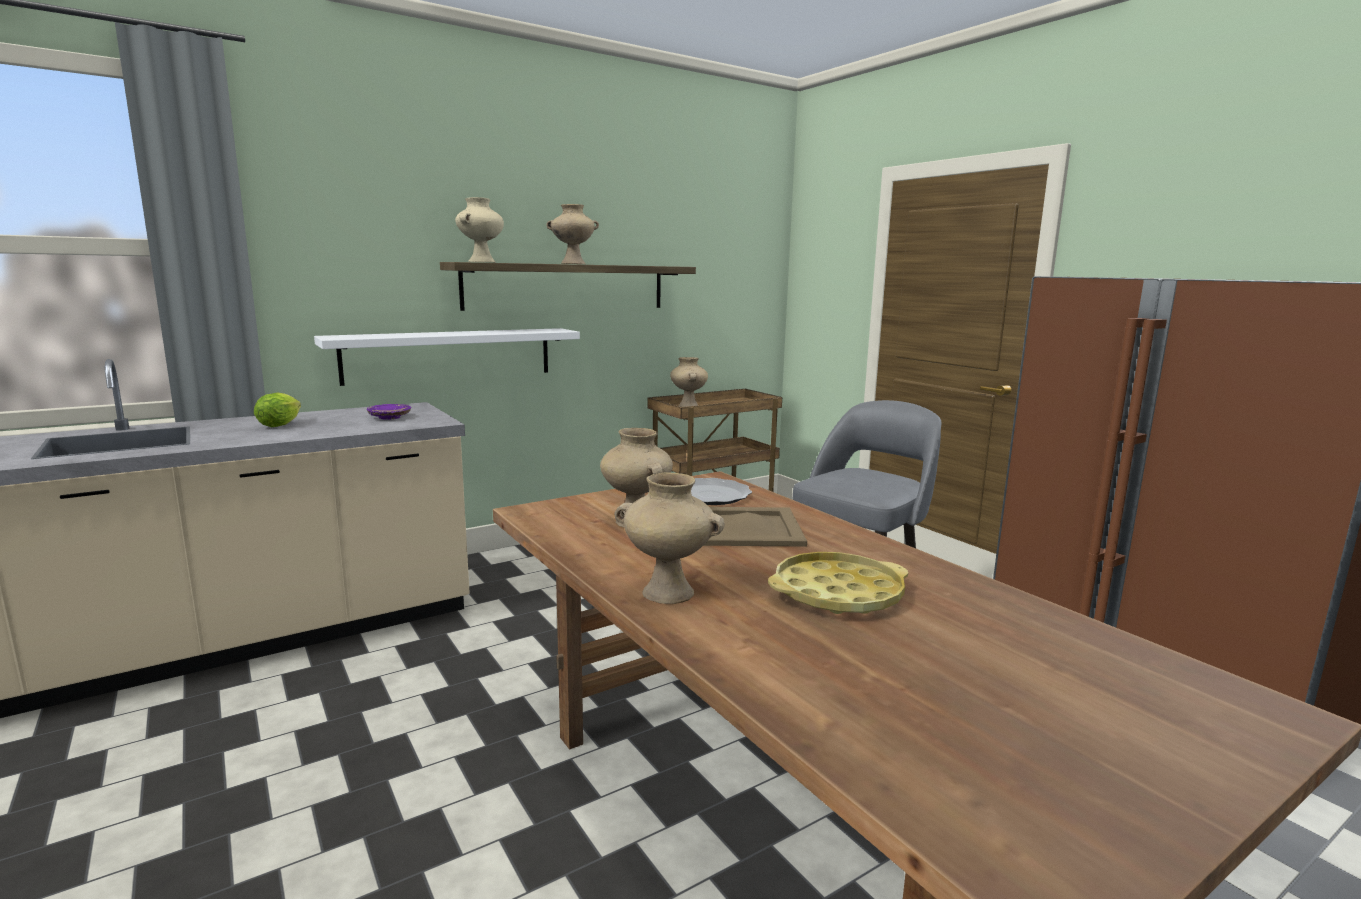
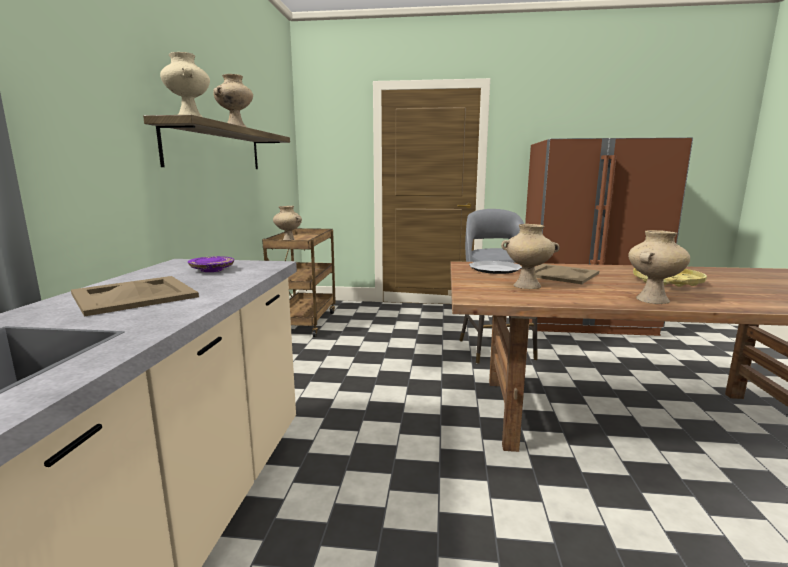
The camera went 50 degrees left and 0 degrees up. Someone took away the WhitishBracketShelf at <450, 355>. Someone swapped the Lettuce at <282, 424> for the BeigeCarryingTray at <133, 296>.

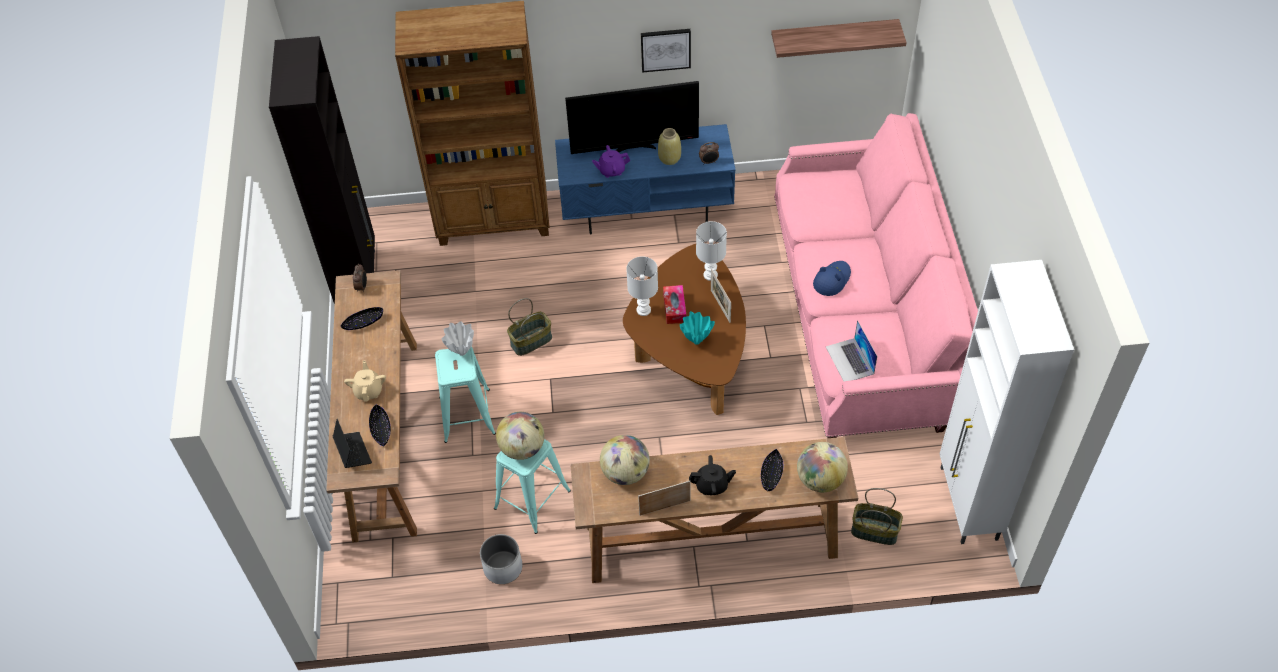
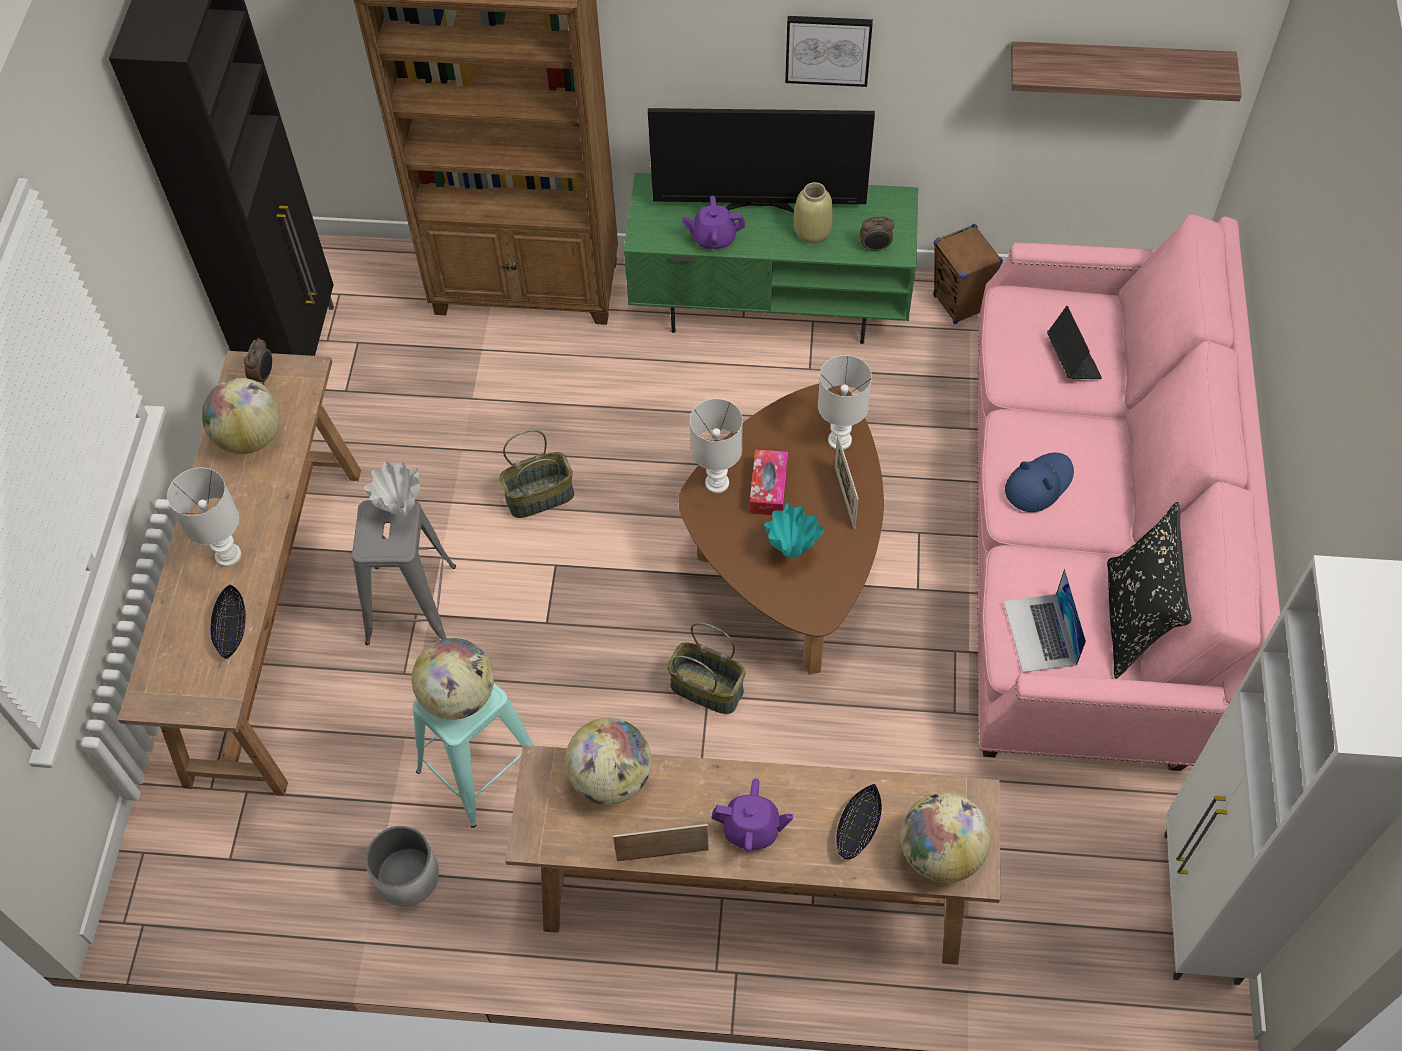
The camera went 10 degrees right and 5 degrees up. Someone repainted the BlueColouredTvStand at <647, 208>, which became the GreenTvStand at <771, 303>. Someone swapped the BlackServingBowl at <363, 322> for the Globe at <250, 437>. Someone repainted the TurquoiseColouredStool at <467, 415>, which became the GreyishStool at <411, 604>. Someone swapped the BeigeTeaPot at <368, 390> for the WhitishLampForATable at <229, 556>. Someone carried the NotebookComputer from <353, 452> to <1072, 359>. Someone repainted the BlackTeaPot at <712, 485>, which became the PurplishTeaPot at <751, 829>. Someone carried the StorageBasket from <875, 530> to <708, 688>. Someone put down the BrownAudioSpeaker at <960, 304>. Someone put down the BlackCushion at <1134, 620>.

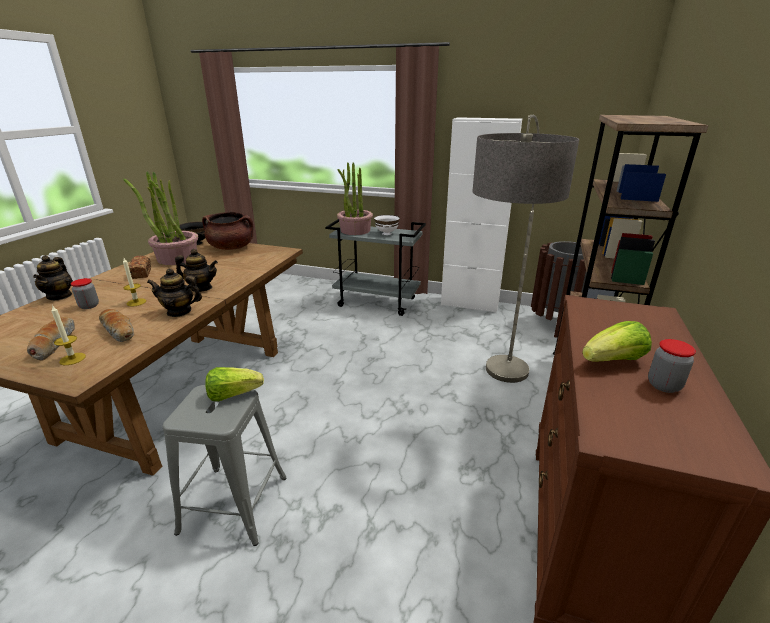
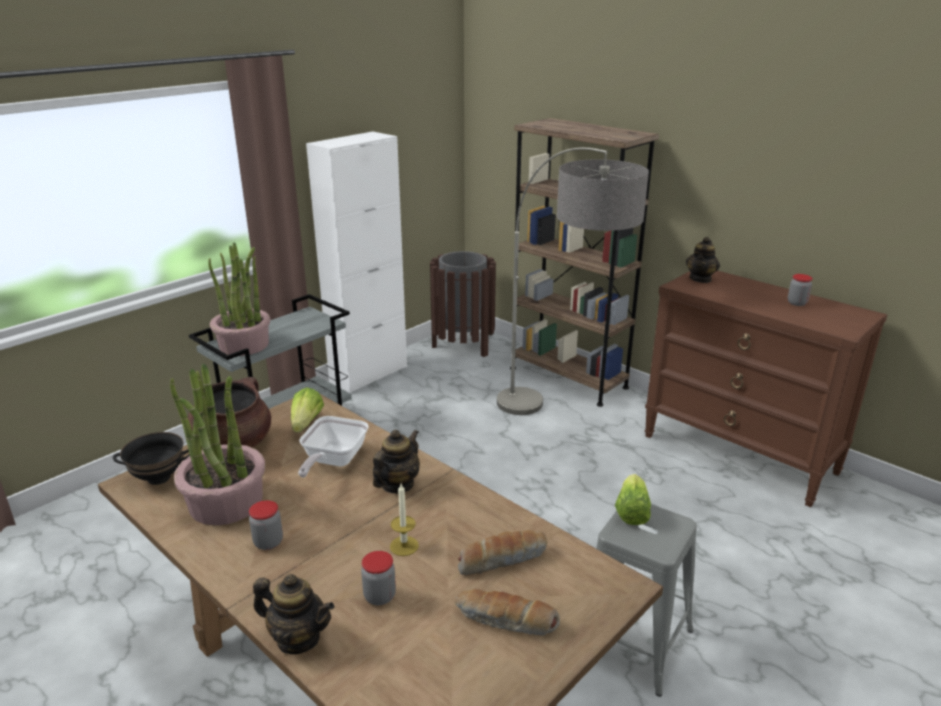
The camera went 65 degrees left and 0 degrees up. Someone took away the WhitishServingBowl at <387, 233>. Someone swapped the BakedBread at <141, 273> for the Jar at <268, 542>. Someone carried the TeaPot from <179, 311> to <700, 279>. Someone took away the Candle at <72, 359>. Someone carried the Lettuce from <613, 361> to <306, 423>. Someone put down the Skillet at <332, 461>.

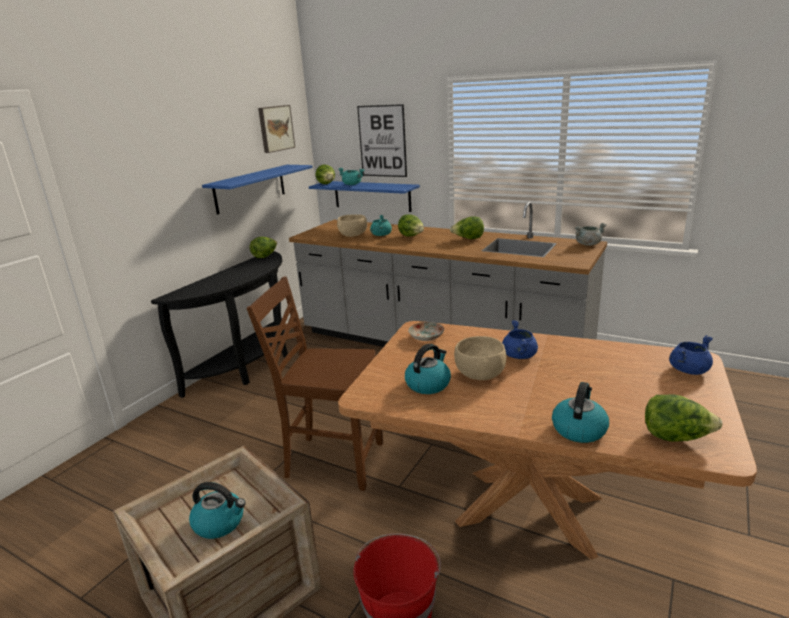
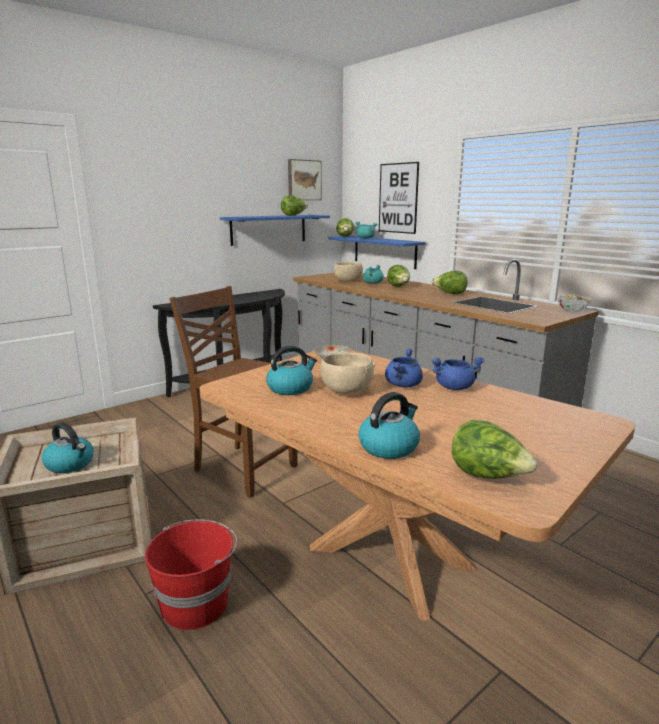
The camera went 20 degrees right and 5 degrees down. Someone swapped the GreyishSaucepot at <588, 244> for the ServingBowl at <572, 310>. Someone carried the Lettuce from <265, 256> to <294, 215>. Someone carried the BlueColouredSaucepot from <688, 370> to <454, 387>.

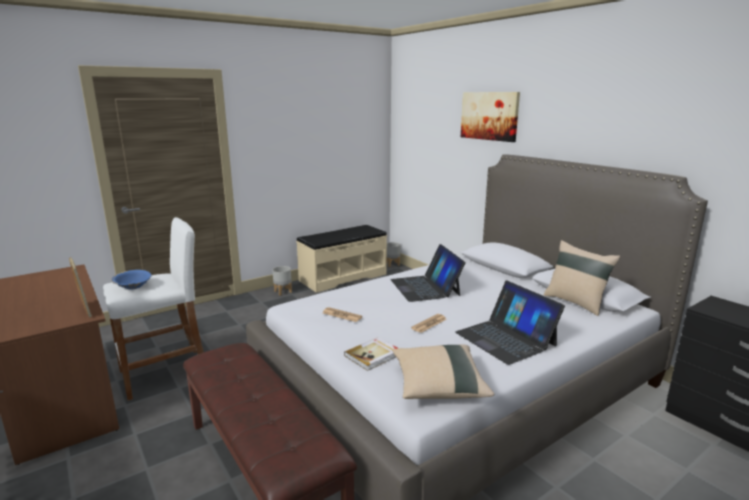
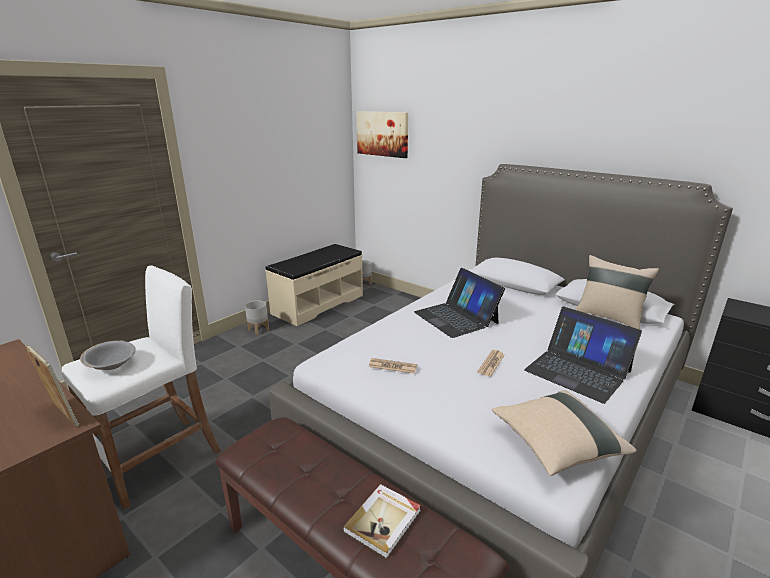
The camera went 15 degrees left and 5 degrees up. Someone carried the Picture from <489, 116> to <382, 134>. Someone repainted the BlueColouredServingBowl at <133, 287>, which became the GreyishServingBowl at <111, 365>. Someone carried the Volume from <373, 355> to <384, 521>.

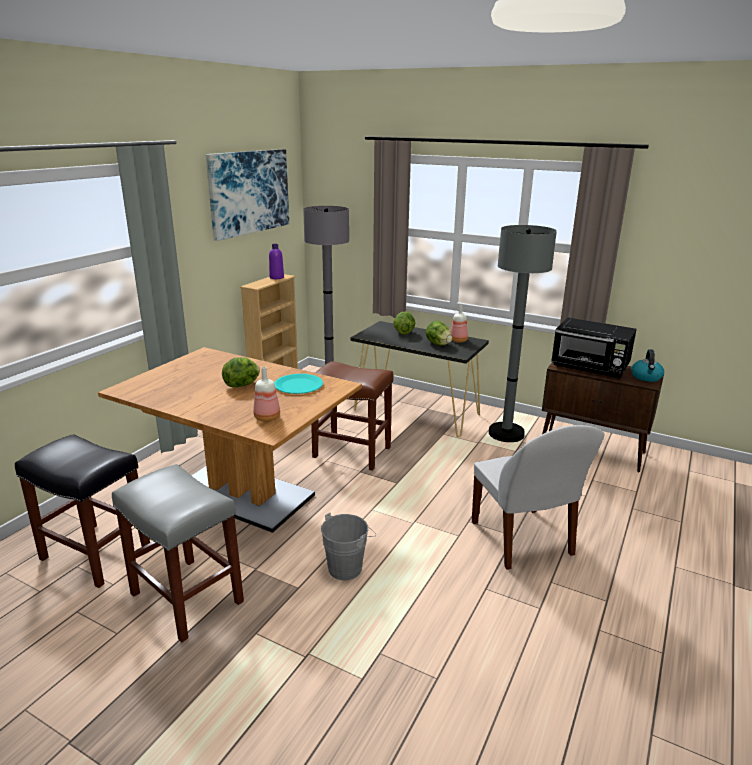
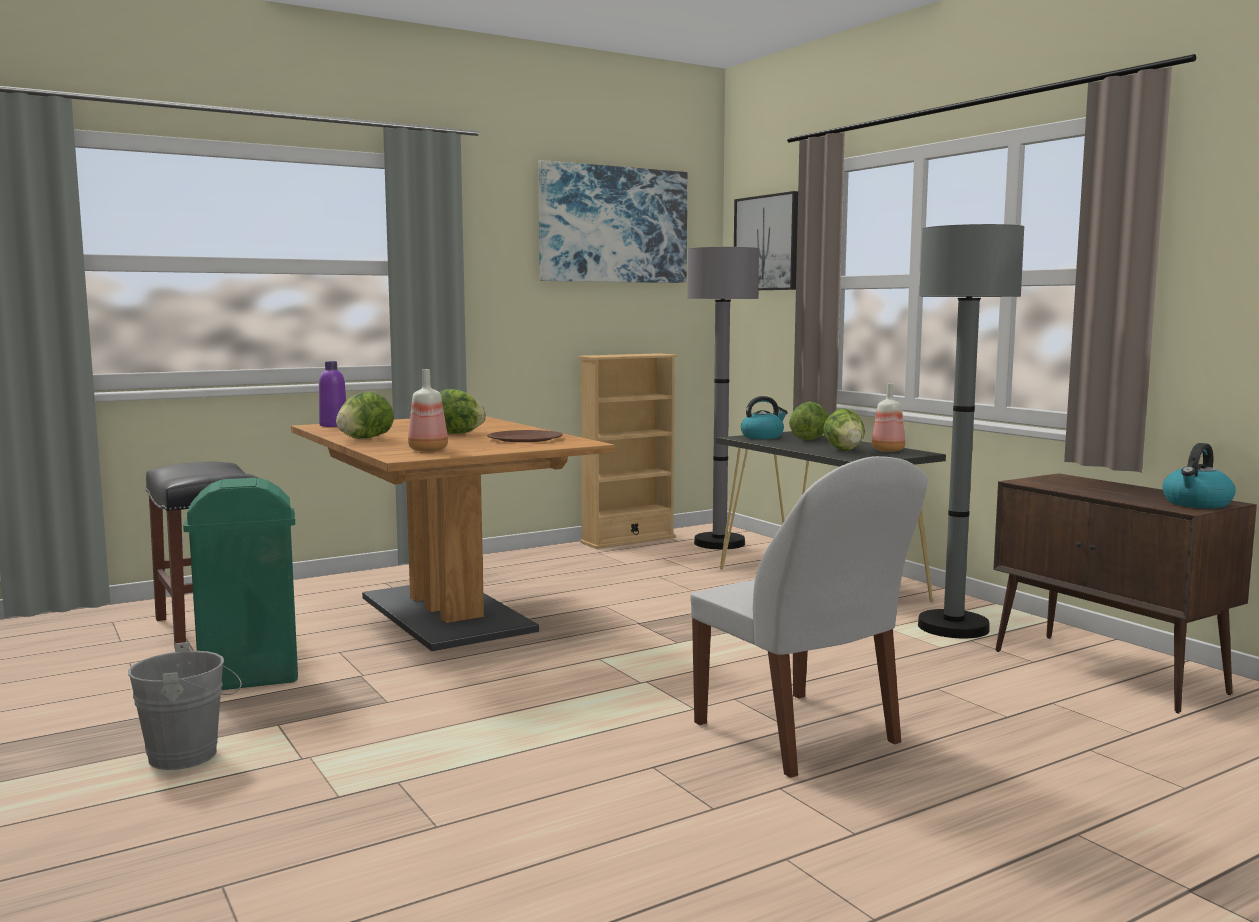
The camera went 30 degrees right and 15 degrees down. Someone carried the PurplishBottle from <276, 277> to <333, 425>. Someone took away the BlackMicrowaveOven at <590, 368>. Someone took away the BrownStool at <353, 452>. Someone repainted the TurquoiseColouredFlatDish at <298, 385>, which became the BrownFlatDish at <525, 438>. Someone rotated the WhitishUprightChair at <522, 540> by 45 degrees counterclockwise. Someone swapped the GreyishStool at <185, 597> for the GreenWasteBin at <248, 678>. Someone carried the GreyishWaterBucket from <348, 567> to <191, 755>. Someone put up the Picture at <767, 243>. Someone put down the Lettuce at <364, 438>. Someone put down the Kettle at <762, 437>.

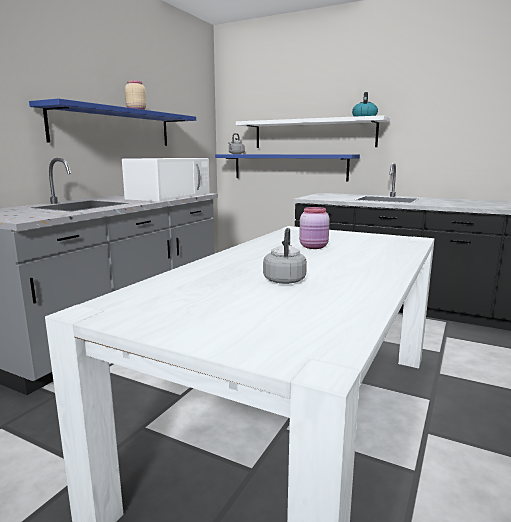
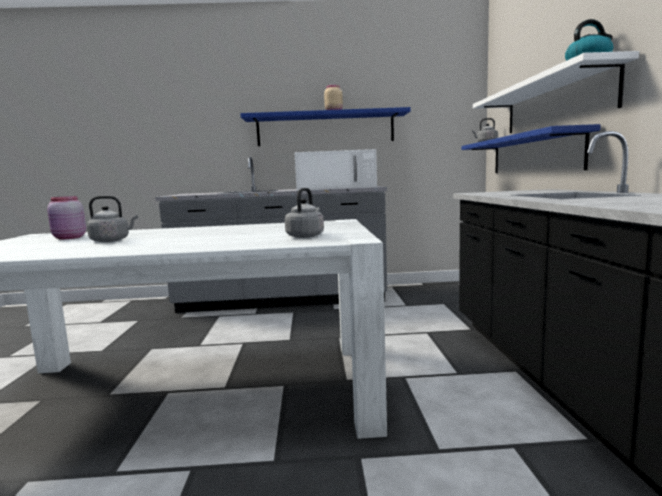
The camera went 60 degrees right and 5 degrees down. Someone carried the PinkJar from <314, 247> to <69, 238>. Someone put down the GreyishKettle at <306, 236>.

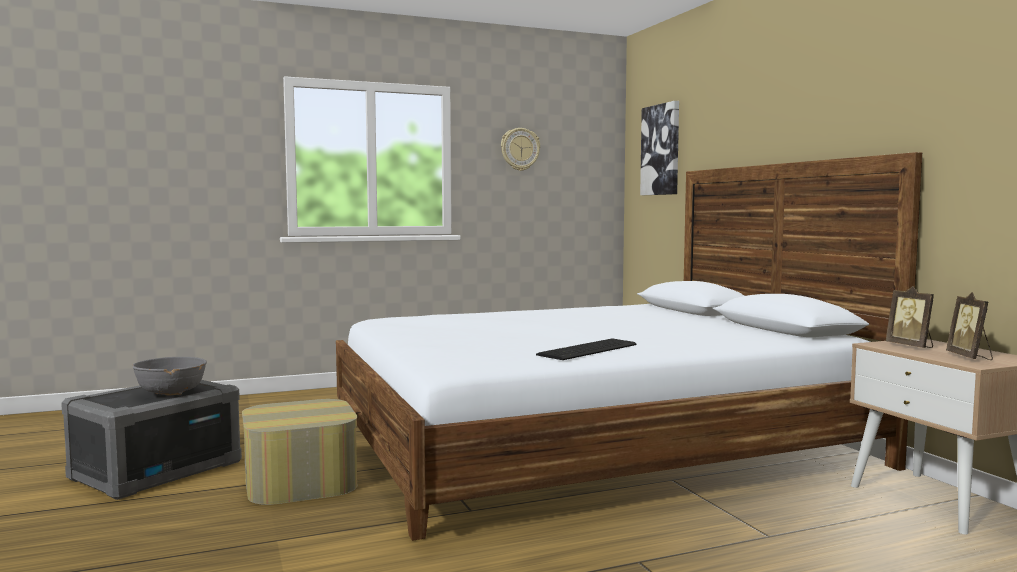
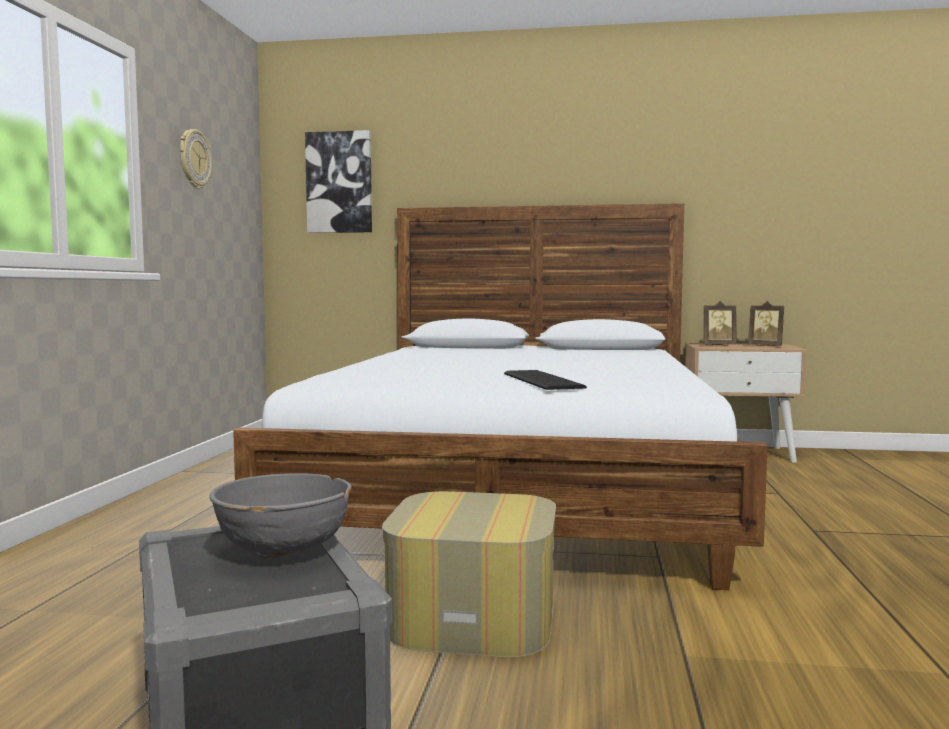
The camera went 60 degrees left and 0 degrees up. Someone carried the Keyboard from <590, 350> to <543, 380>.

